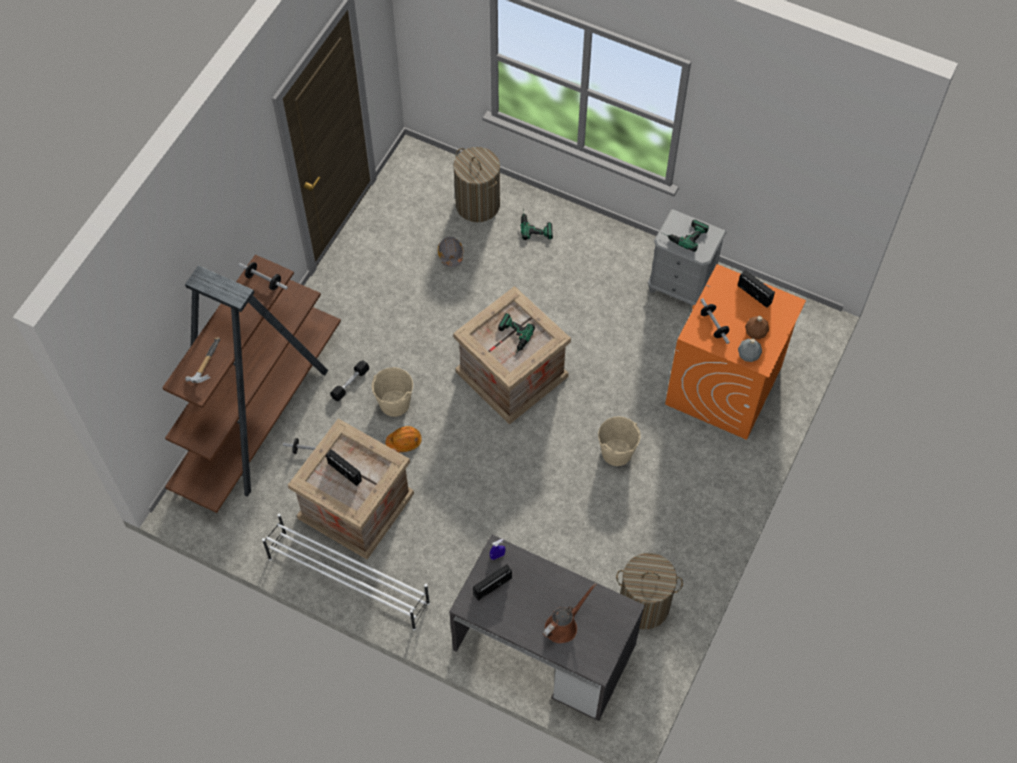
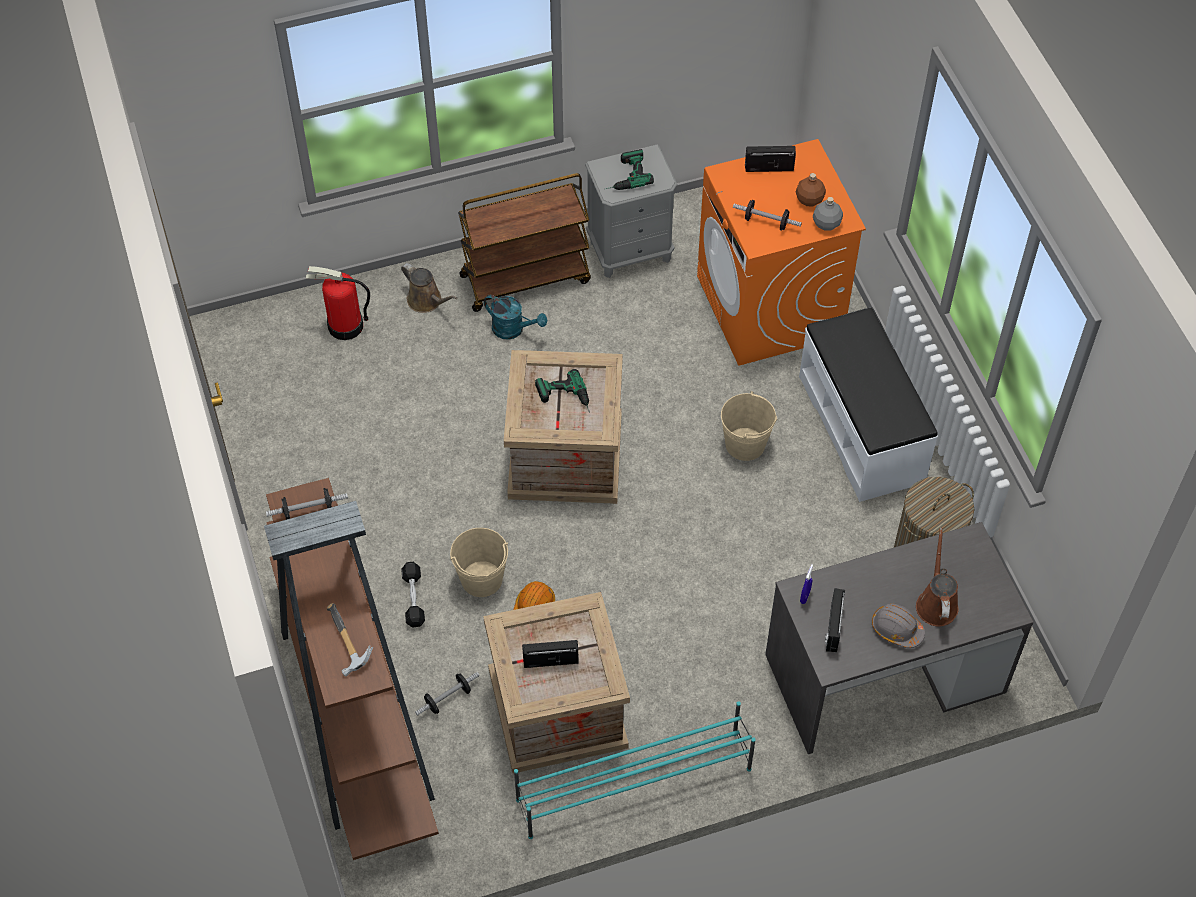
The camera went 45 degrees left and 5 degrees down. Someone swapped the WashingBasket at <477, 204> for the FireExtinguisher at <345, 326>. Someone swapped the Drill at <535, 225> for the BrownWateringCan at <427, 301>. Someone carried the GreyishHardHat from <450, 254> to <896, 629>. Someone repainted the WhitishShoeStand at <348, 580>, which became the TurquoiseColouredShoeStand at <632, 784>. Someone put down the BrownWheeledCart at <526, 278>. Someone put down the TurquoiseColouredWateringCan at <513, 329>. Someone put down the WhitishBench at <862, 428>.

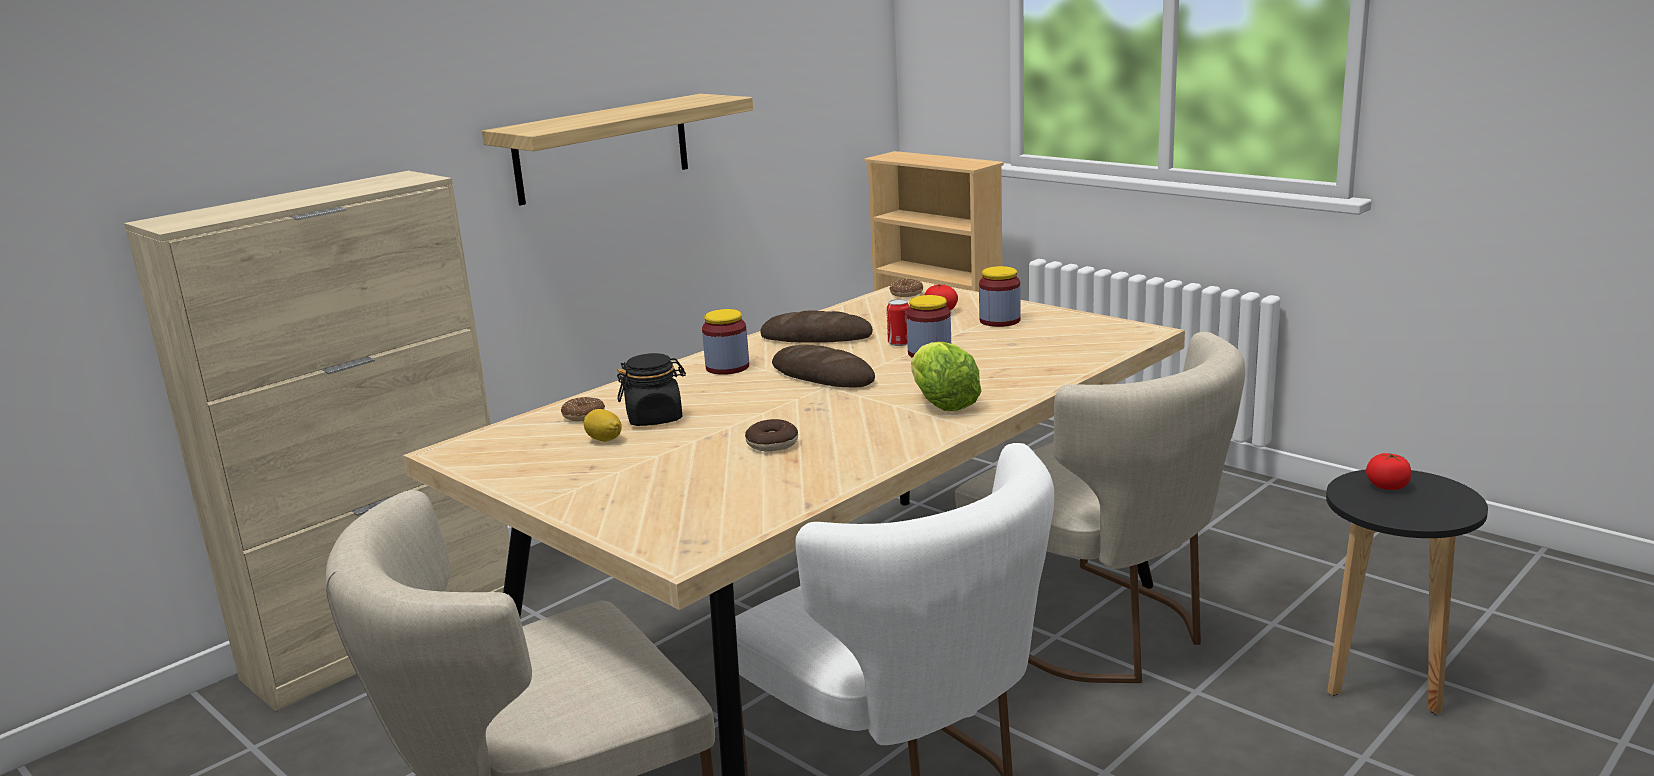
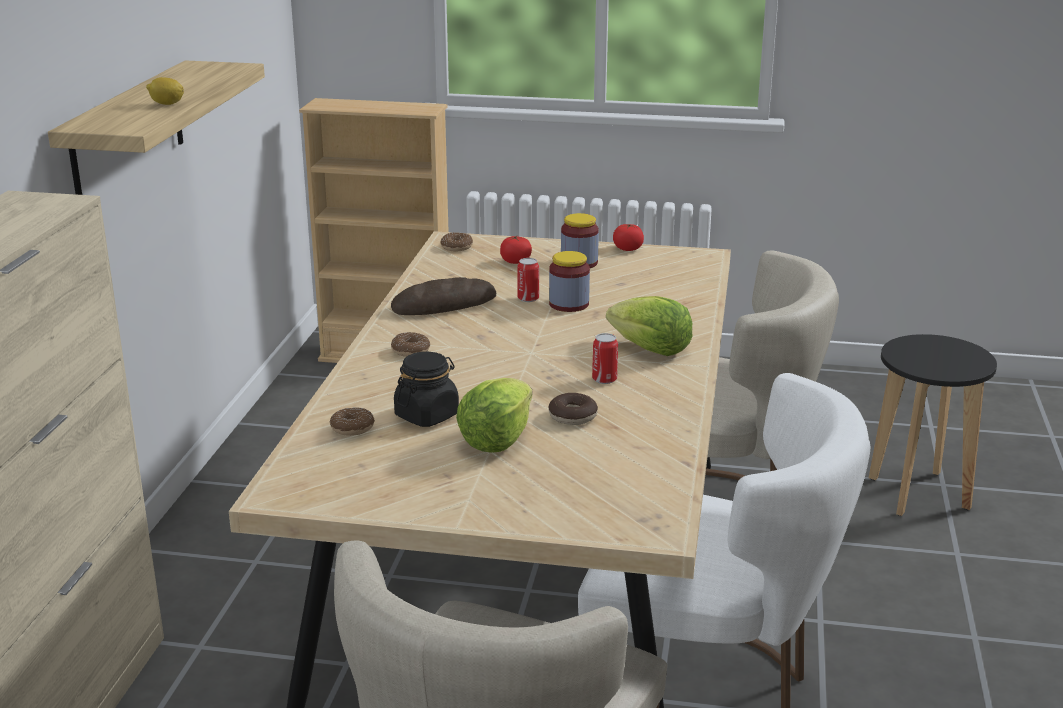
The camera went 35 degrees left and 5 degrees up. Someone swapped the Jar at <727, 367> for the Donut at <410, 351>. Someone took away the BakedBread at <822, 376>. Someone carried the Lemon from <604, 439> to <167, 104>. Someone carried the Tomato from <1387, 486> to <627, 249>. Someone put down the MetalCan at <604, 379>. Someone put down the Lettuce at <497, 439>.

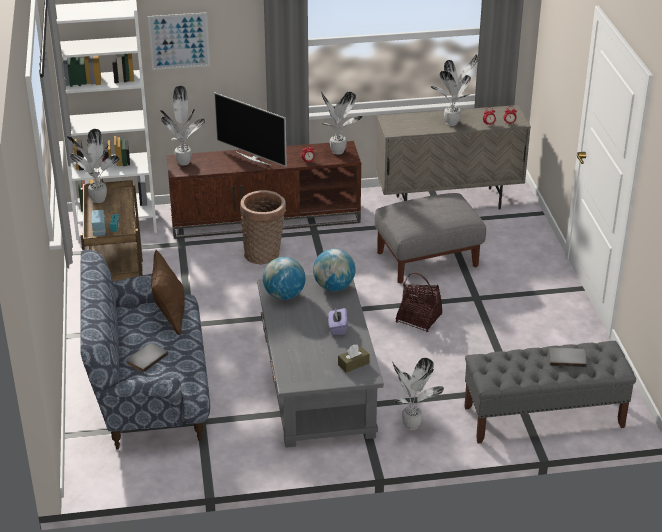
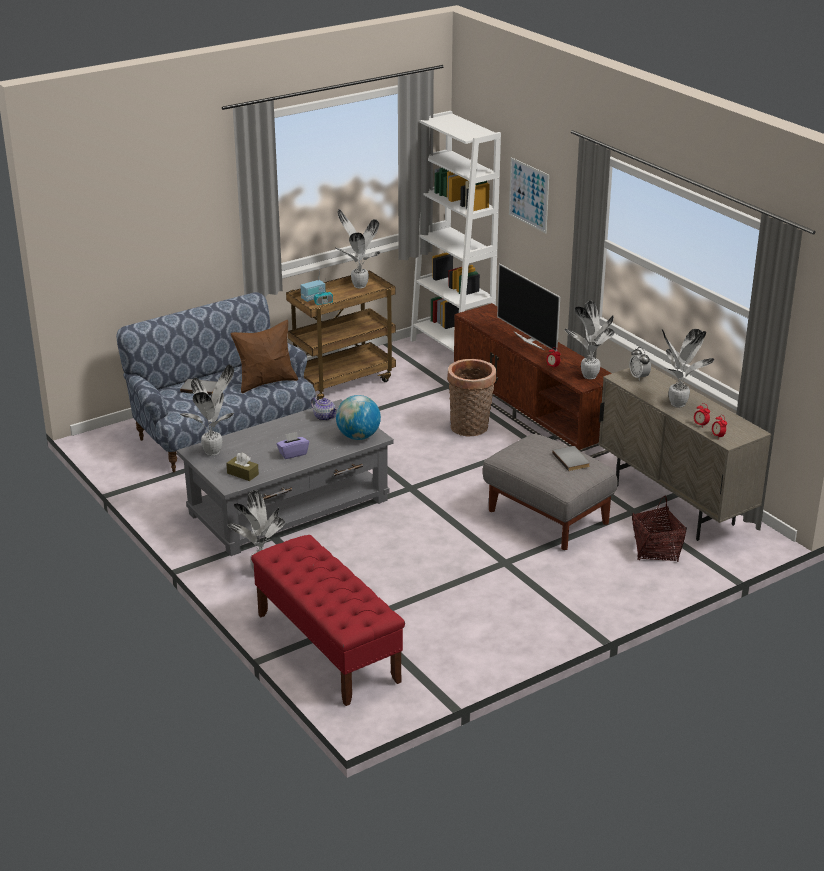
The camera went 65 degrees right and 5 degrees down. Someone carried the PottedPlant from <184, 161> to <214, 451>. Someone rotated the TvSet at <253, 158> by 45 degrees counterclockwise. Someone swapped the Globe at <284, 295> for the TeaPot at <324, 417>. Someone carried the StorageBasket from <419, 319> to <656, 550>. Someone repainted the GreyishBench at <543, 417>, which became the ReddishBench at <327, 647>. Someone carried the GreyishVolume from <567, 358> to <572, 460>. Someone put down the AlarmClock at <639, 377>.

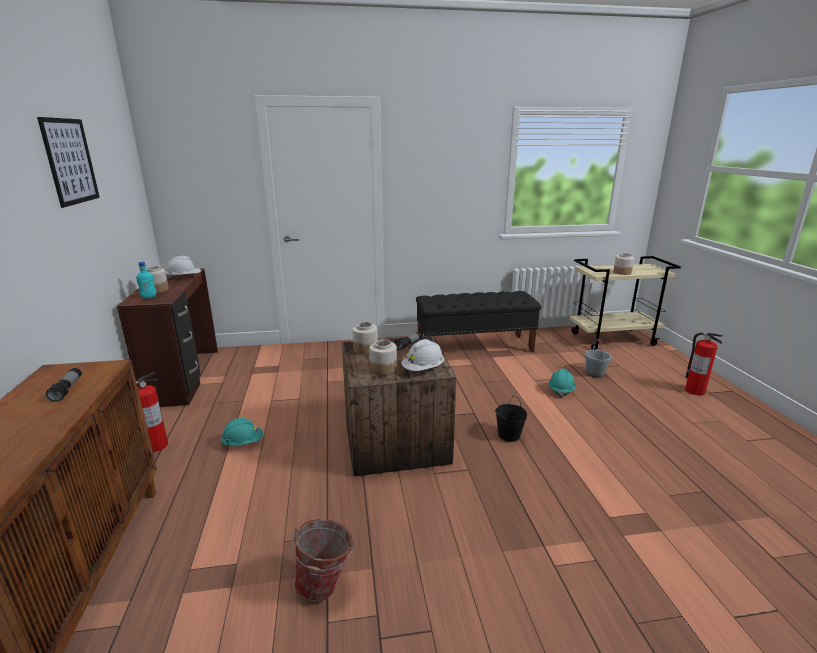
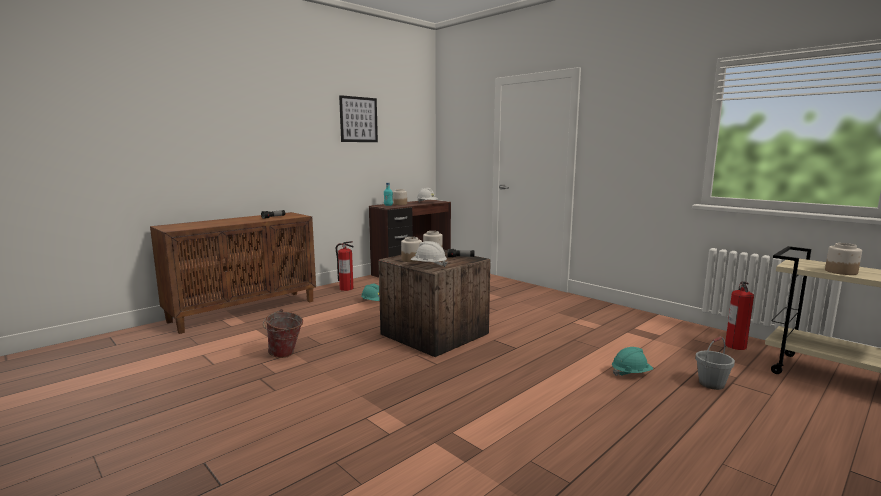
The camera went 55 degrees right and 10 degrees down. Someone took away the BlackBench at <474, 347>. Someone carried the FireExtinguisher from <694, 390> to <735, 345>. Someone took away the BlackWaterBucket at <509, 435>.

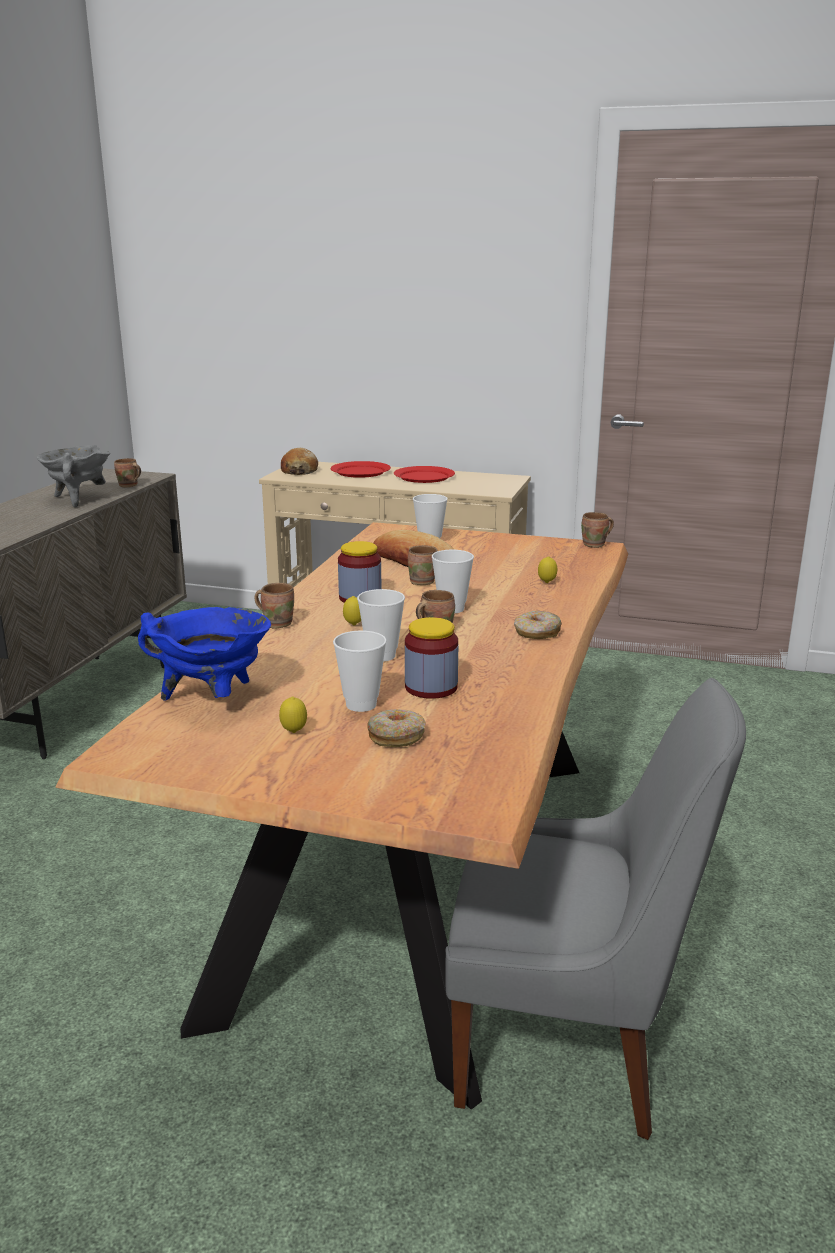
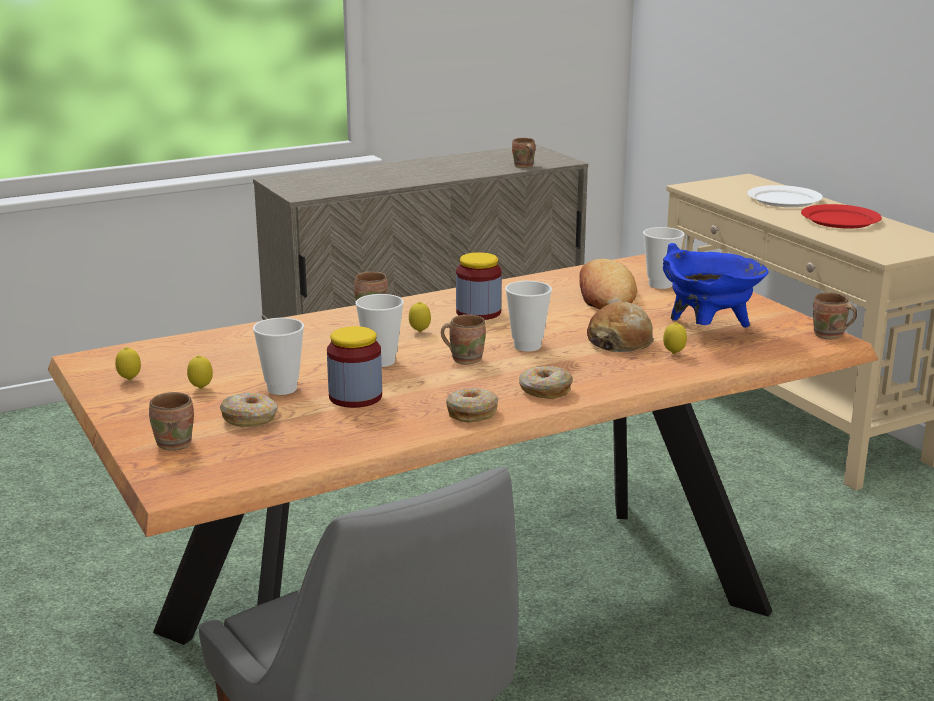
The camera went 45 degrees right and 0 degrees up. Someone took away the GreyishSaucepot at <78, 499>. Someone carried the BakedBread from <299, 471> to <620, 341>. Someone repainted the ReddishFlatDish at <361, 472>, which became the WhitishFlatDish at <784, 199>. Someone carried the BrownCoffeeMug from <422, 581> to <177, 443>. Someone carried the BlueColouredSaucepot from <213, 699> to <708, 330>. Someone put down the Lemon at <129, 380>. Someone put down the Donut at <471, 413>.

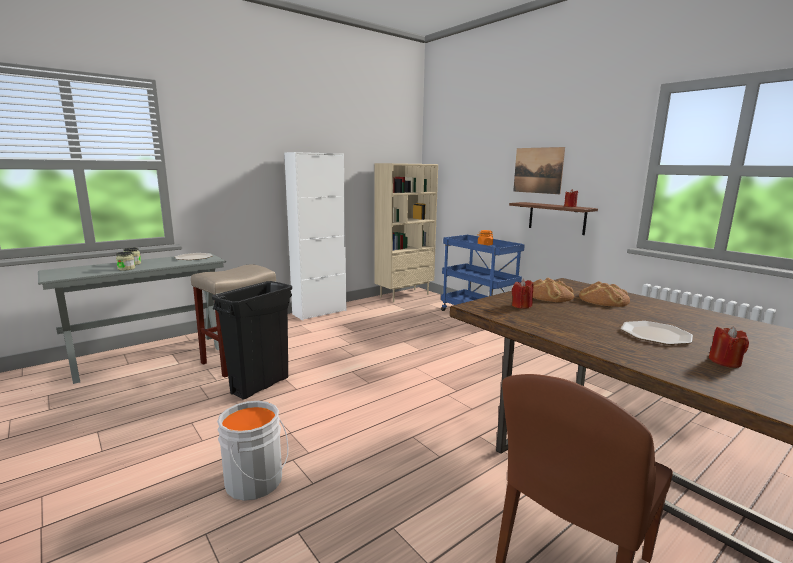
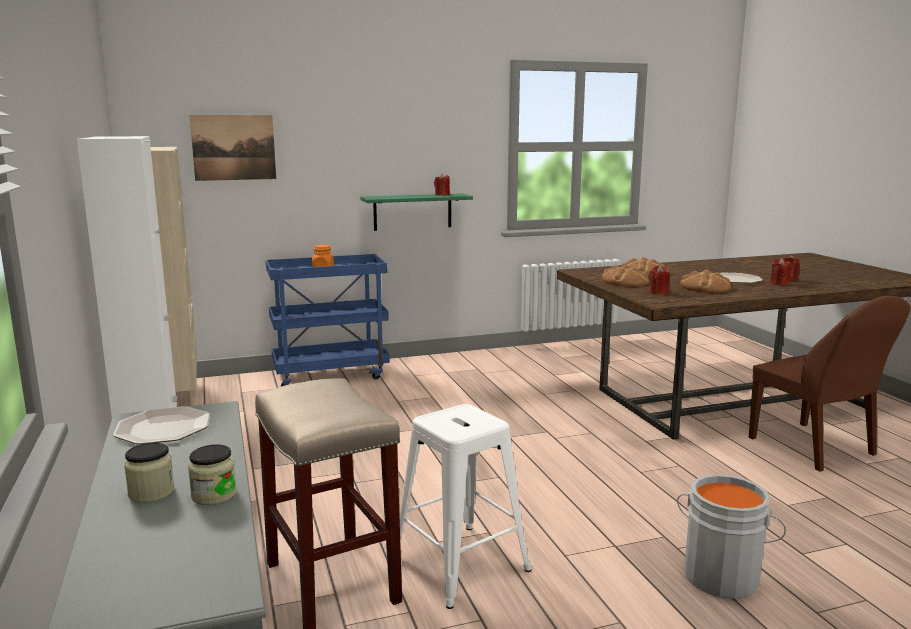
The camera went 70 degrees left and 0 degrees up. Someone carried the Picture from <538, 170> to <234, 147>. Someone repainted the BrownBracketShelf at <556, 218>, which became the GreenBracketShelf at <412, 211>. Someone swapped the BlackWasteBin at <260, 385> for the WhitishStool at <458, 563>. Someone put down the ReddishCandle at <779, 283>. Someone put down the BakedBread at <705, 287>.

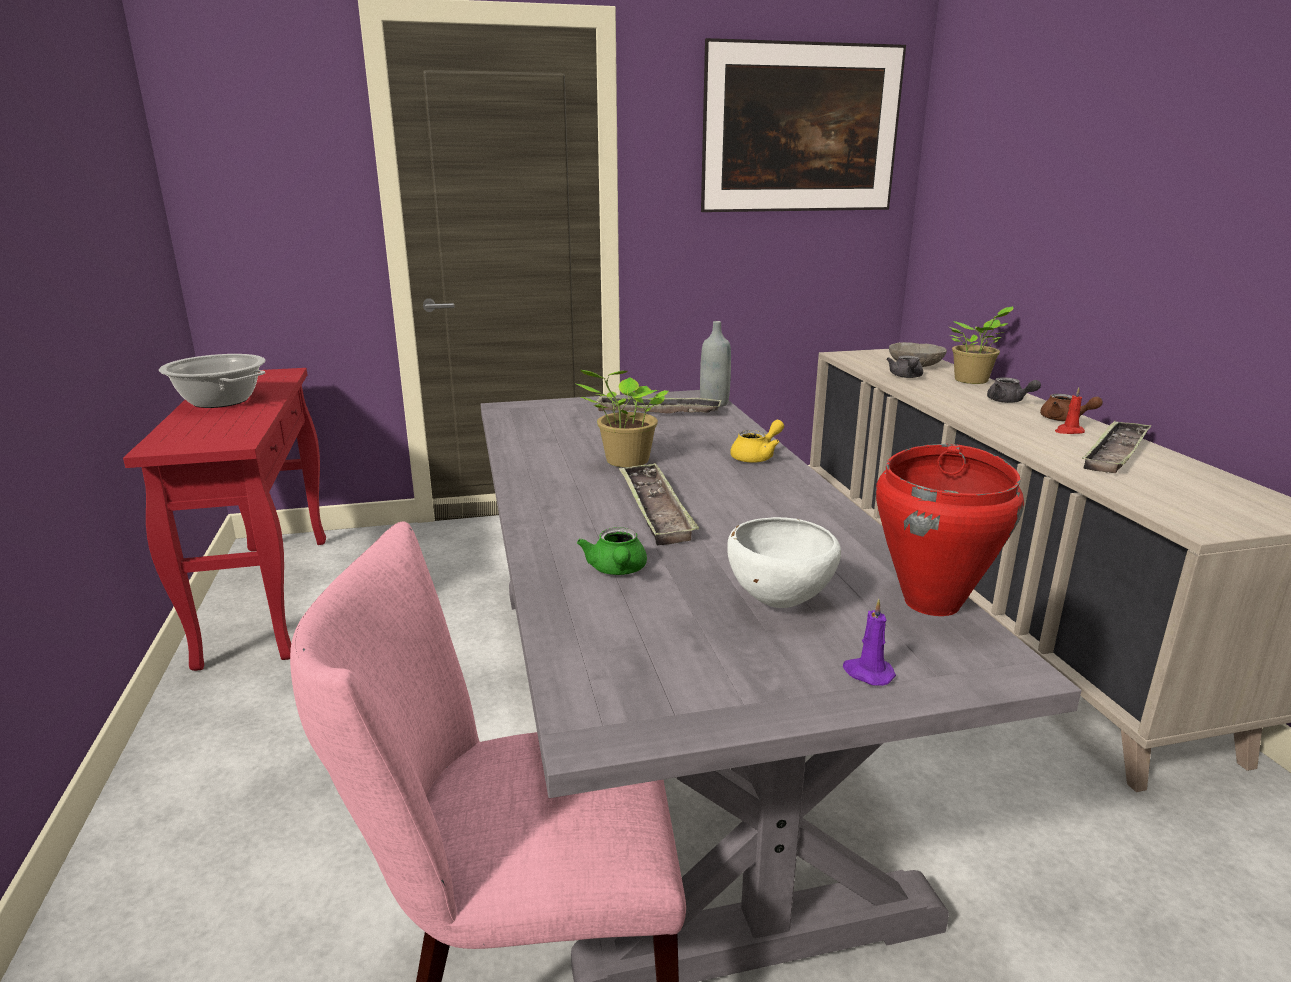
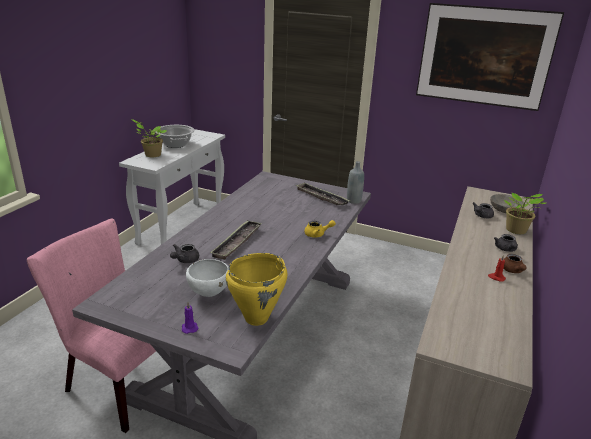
The camera went 35 degrees right and 5 degrees up. Someone repainted the ReddishNarrowTable at <268, 596>, which became the WhitishNarrowTable at <182, 225>. Someone carried the PottedPlant from <624, 461> to <151, 155>. Someone took away the CarryingTray at <1115, 453>. Someone repainted the ReddishSaucepot at <933, 602>, which became the YellowishSaucepot at <257, 318>. Someone repainted the GreenTeaPot at <617, 570>, which became the GreyishTeaPot at <184, 260>.

